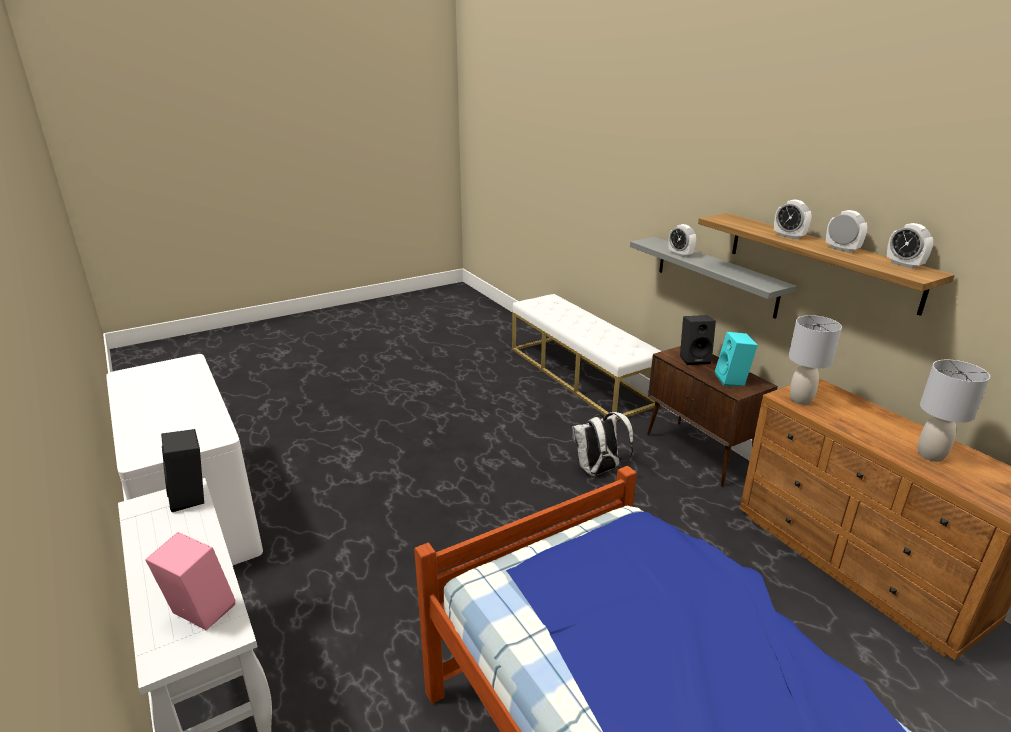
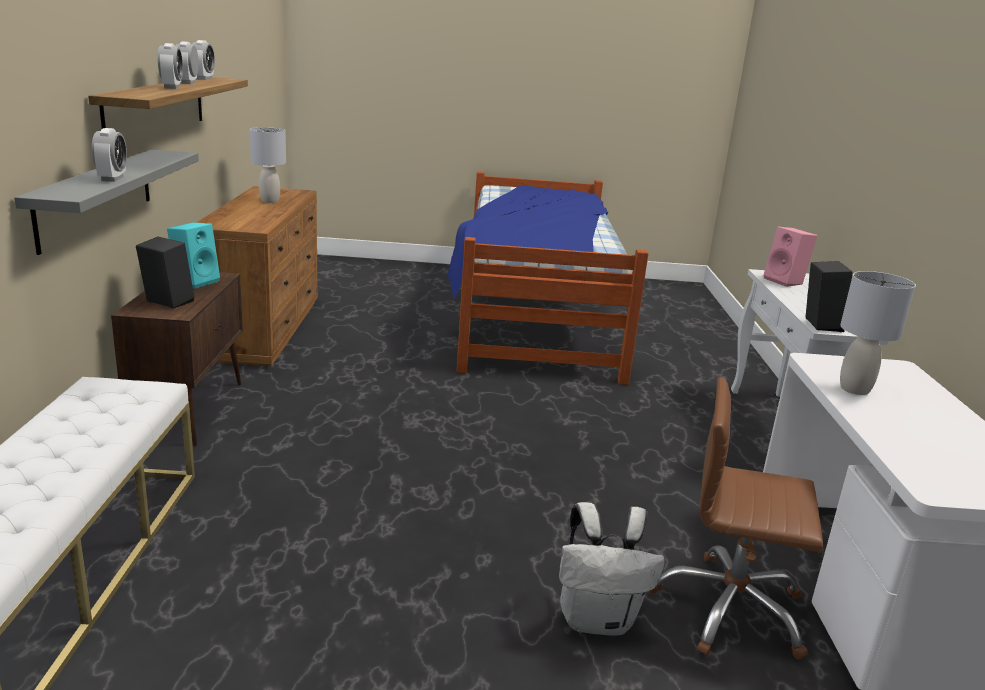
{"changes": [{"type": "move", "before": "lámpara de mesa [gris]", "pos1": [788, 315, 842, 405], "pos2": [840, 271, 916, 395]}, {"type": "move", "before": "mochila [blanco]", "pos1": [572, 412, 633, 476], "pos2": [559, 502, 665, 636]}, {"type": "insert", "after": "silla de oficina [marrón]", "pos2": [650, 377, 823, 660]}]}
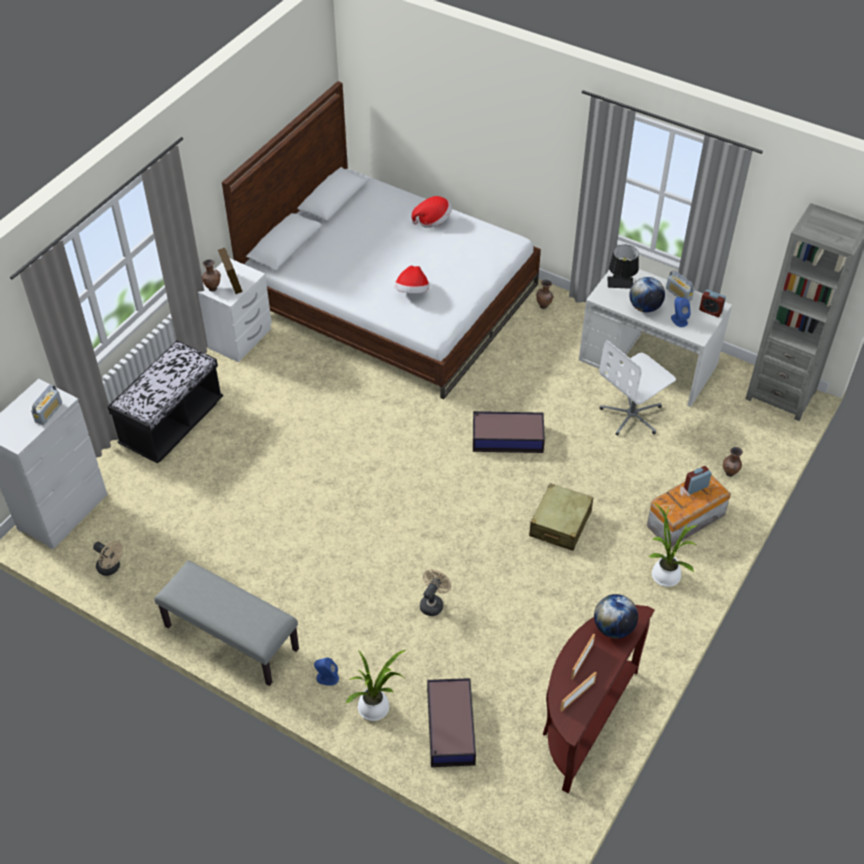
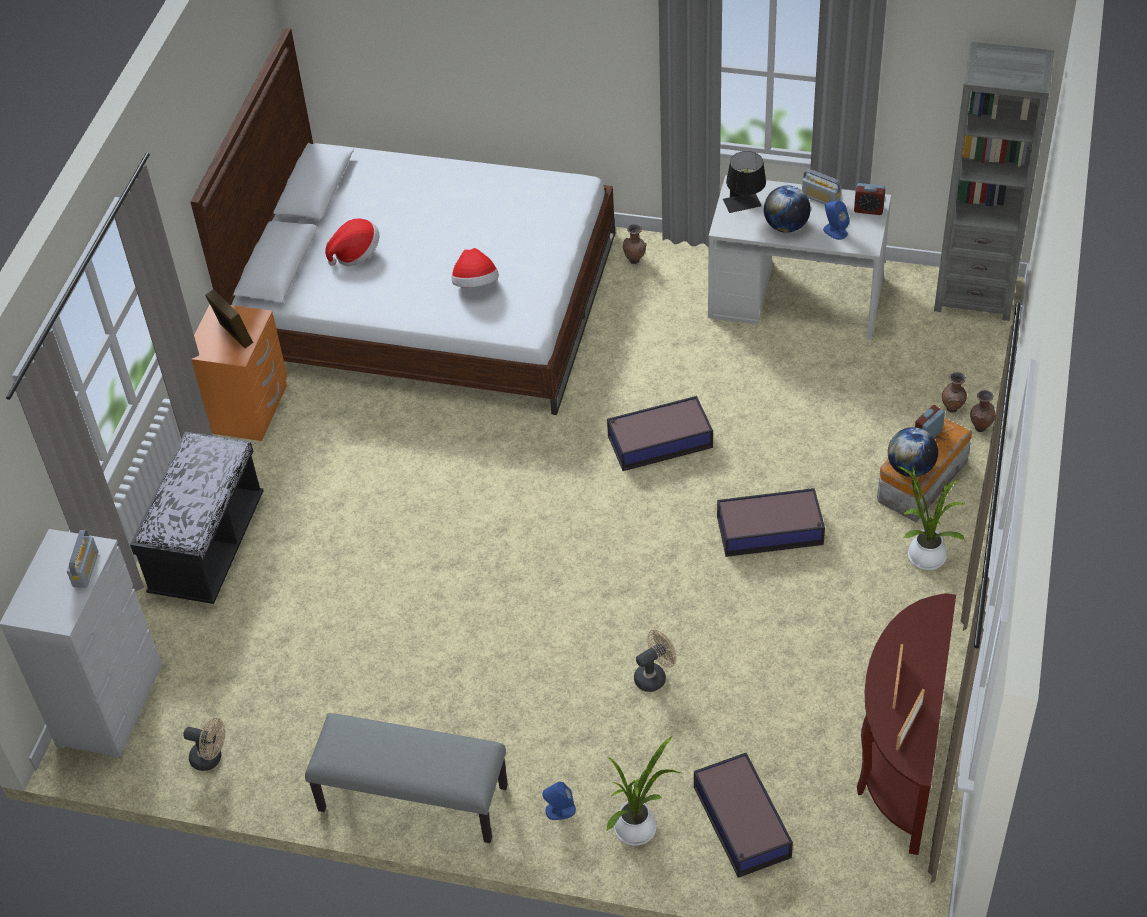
{"changes": [{"type": "move", "before": "sombrero", "pos1": [412, 196, 452, 228], "pos2": [325, 218, 379, 266]}, {"type": "recolor", "before": "mesita de noche [blanco]", "after": "mesita de noche [naranja]", "pos1": [198, 259, 272, 362], "pos2": [191, 305, 287, 441]}, {"type": "move", "before": "florero [marrón]", "pos1": [202, 259, 221, 292], "pos2": [970, 390, 995, 432]}, {"type": "delete", "before": "silla de oficina [blanco]", "pos1": [599, 340, 676, 436]}, {"type": "replace", "before": "maleta [beis]", "after": "caja de almacenaje", "pos1": [529, 483, 593, 551], "pos2": [717, 488, 825, 557]}, {"type": "rotate", "before": "ventilador [beis]", "pos1": [420, 569, 451, 616], "pos2": [634, 630, 676, 692], "turn": 45}, {"type": "move", "before": "globo terráqueo", "pos1": [594, 594, 638, 639], "pos2": [888, 427, 938, 477]}]}
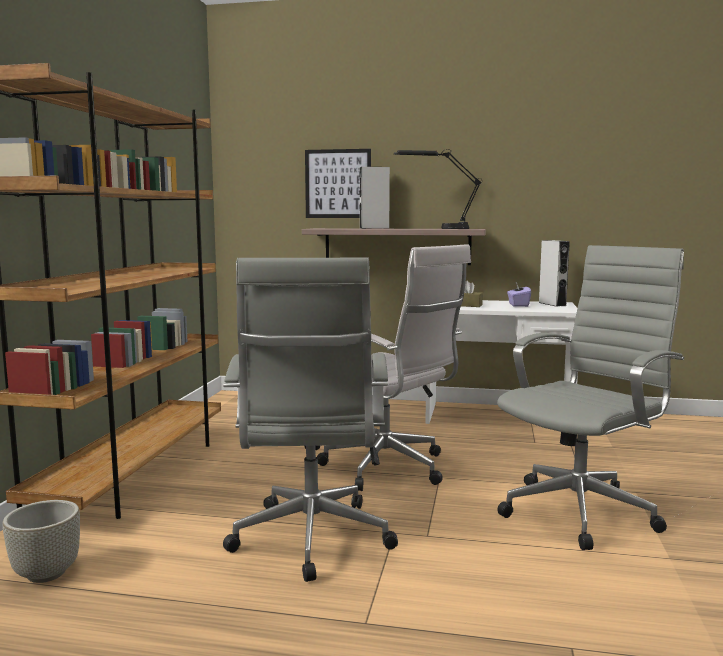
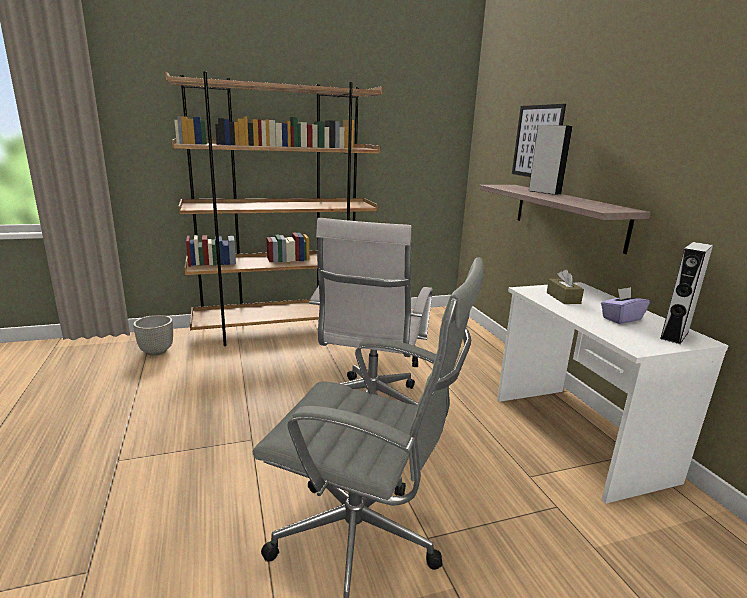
{"changes": [{"type": "delete", "before": "lámpara de mesa [negro]", "pos1": [394, 149, 482, 229]}, {"type": "delete", "before": "silla de oficina [gris]", "pos1": [223, 257, 398, 582]}]}
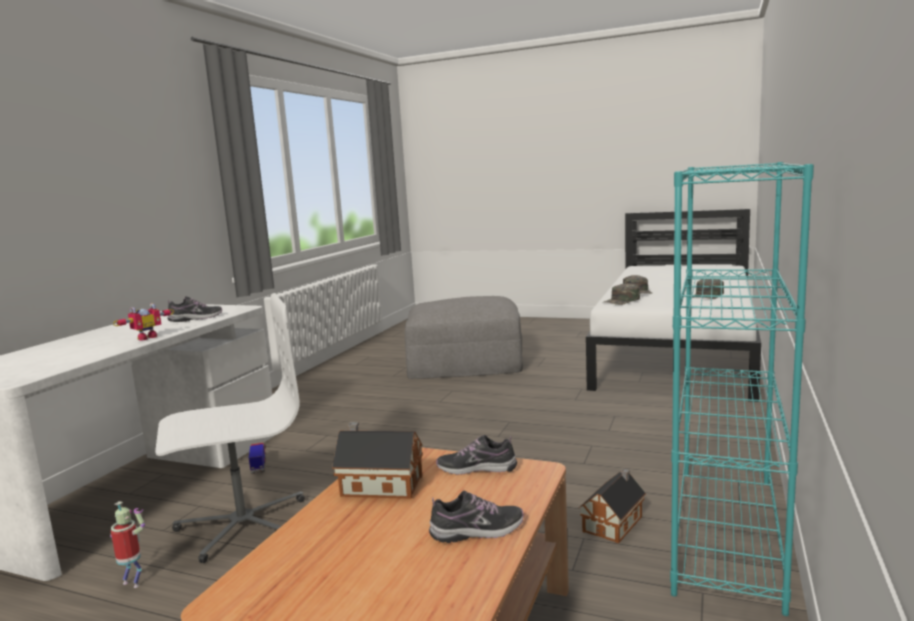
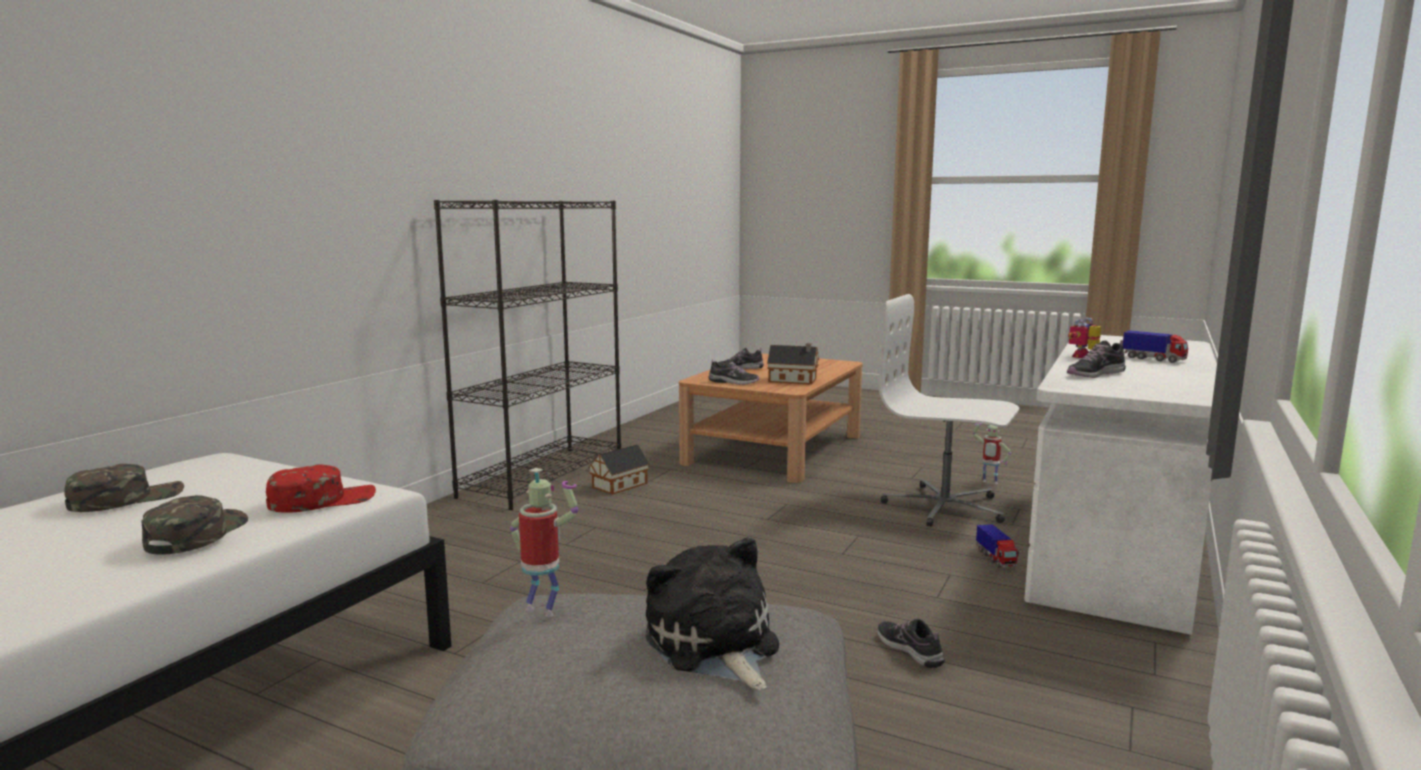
{"changes": [{"type": "recolor", "before": "estantería [turquesa]", "after": "estantería [negro]", "pos1": [670, 162, 814, 616], "pos2": [434, 200, 621, 510]}, {"type": "recolor", "before": "gorra [verde]", "after": "gorra [rojo]", "pos1": [604, 283, 640, 305], "pos2": [266, 464, 376, 513]}, {"type": "rotate", "before": "silla de oficina [blanco]", "pos1": [155, 293, 305, 563], "pos2": [879, 294, 1019, 527], "turn": 45}, {"type": "insert", "after": "camión de juguete", "pos2": [1123, 330, 1188, 363]}, {"type": "insert", "after": "robot de juguete", "pos2": [510, 468, 579, 617]}, {"type": "insert", "after": "peluche", "pos2": [645, 537, 779, 690]}, {"type": "insert", "after": "zapato", "pos2": [877, 619, 945, 668]}]}
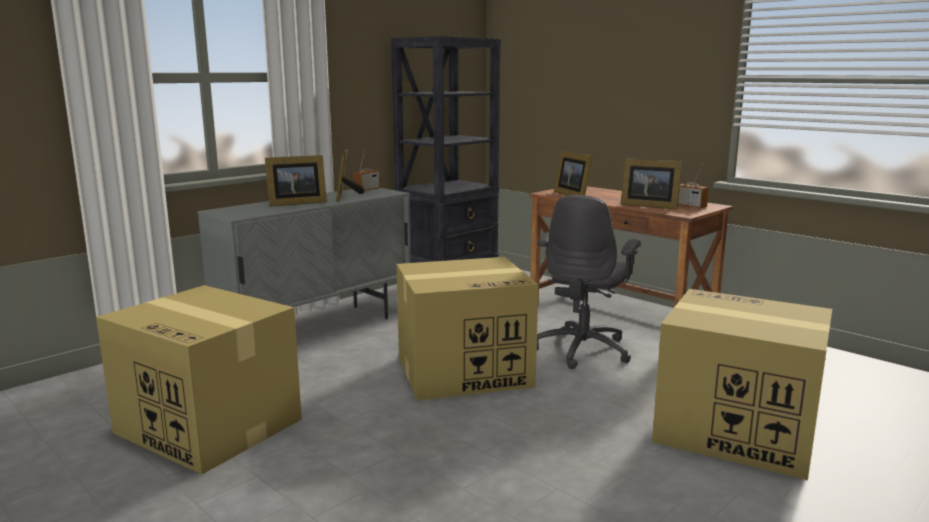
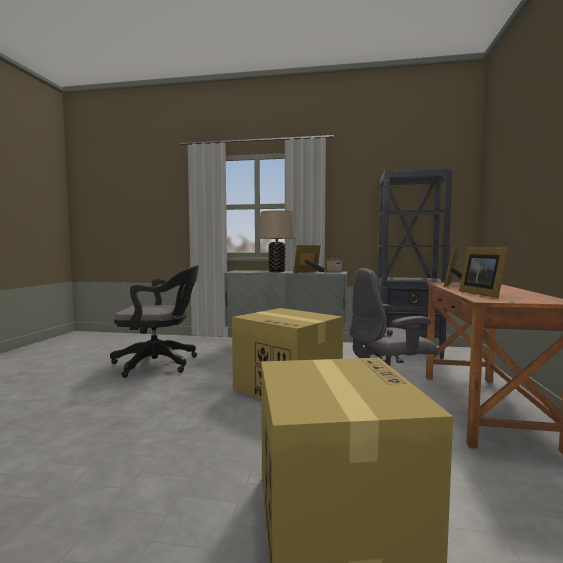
{"changes": [{"type": "replace", "before": "portarretratos", "after": "lámpara de mesa [beis]", "pos1": [265, 155, 327, 206], "pos2": [258, 211, 296, 272]}, {"type": "delete", "before": "radio", "pos1": [678, 164, 709, 209]}, {"type": "replace", "before": "caja de cartón", "after": "silla de oficina [negro]", "pos1": [96, 285, 302, 474], "pos2": [110, 265, 199, 378]}]}
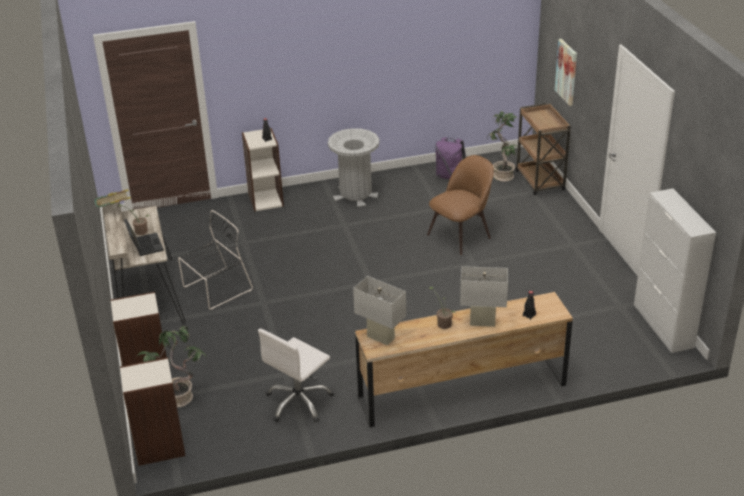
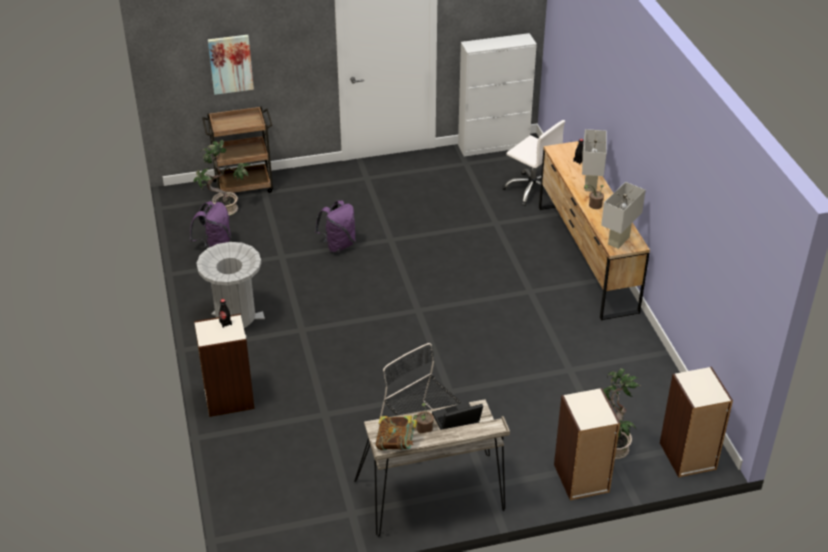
{"changes": [{"type": "replace", "before": "silla [marrón]", "after": "mochila [morado]", "pos1": [427, 155, 494, 255], "pos2": [315, 200, 356, 253]}, {"type": "move", "before": "silla de oficina [blanco]", "pos1": [258, 329, 334, 422], "pos2": [502, 120, 565, 206]}]}
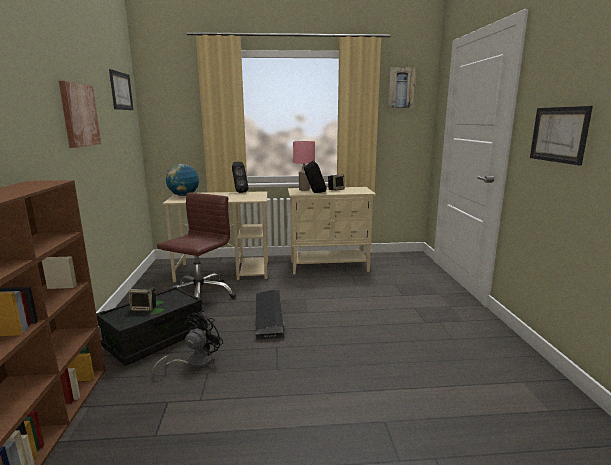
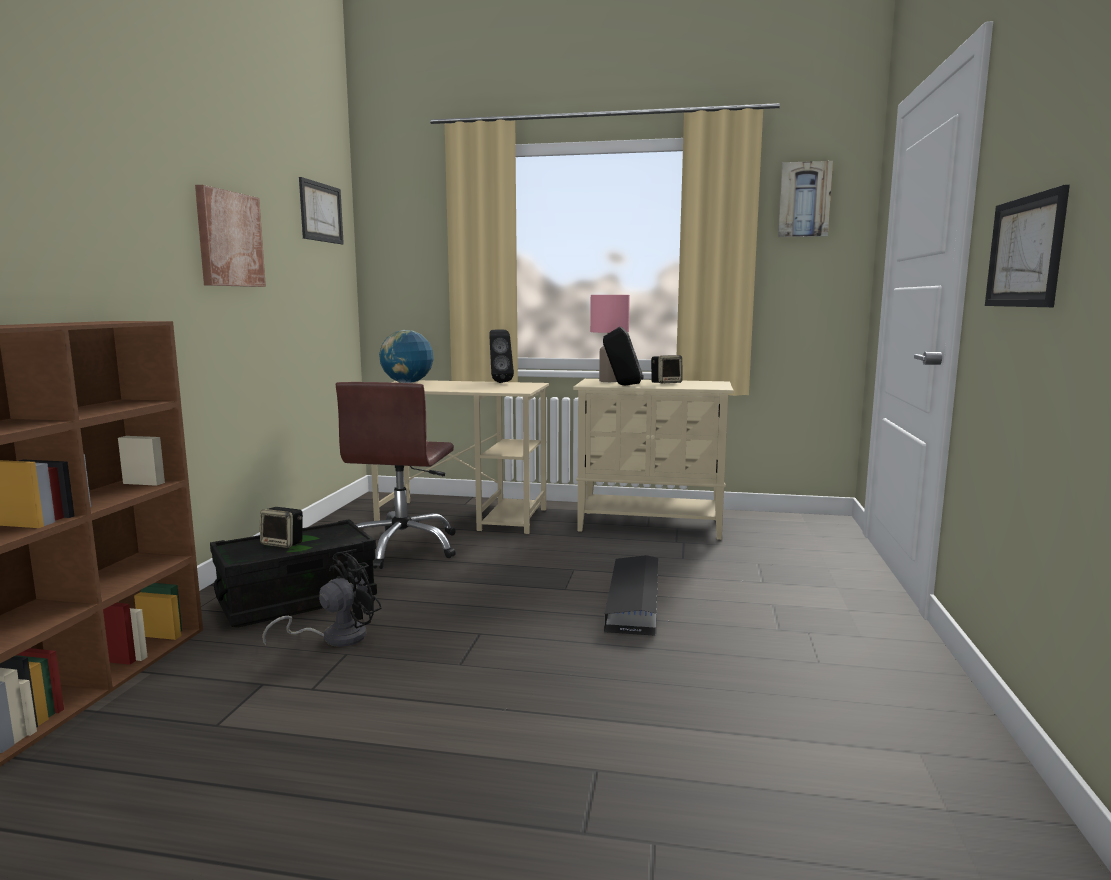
{"changes": [{"type": "rotate", "before": "silla de oficina [marrón]", "pos1": [157, 193, 236, 299], "pos2": [336, 382, 456, 569], "turn": 150}, {"type": "move", "before": "caja de almacenaje [negro]", "pos1": [256, 290, 284, 339], "pos2": [604, 555, 658, 636]}]}
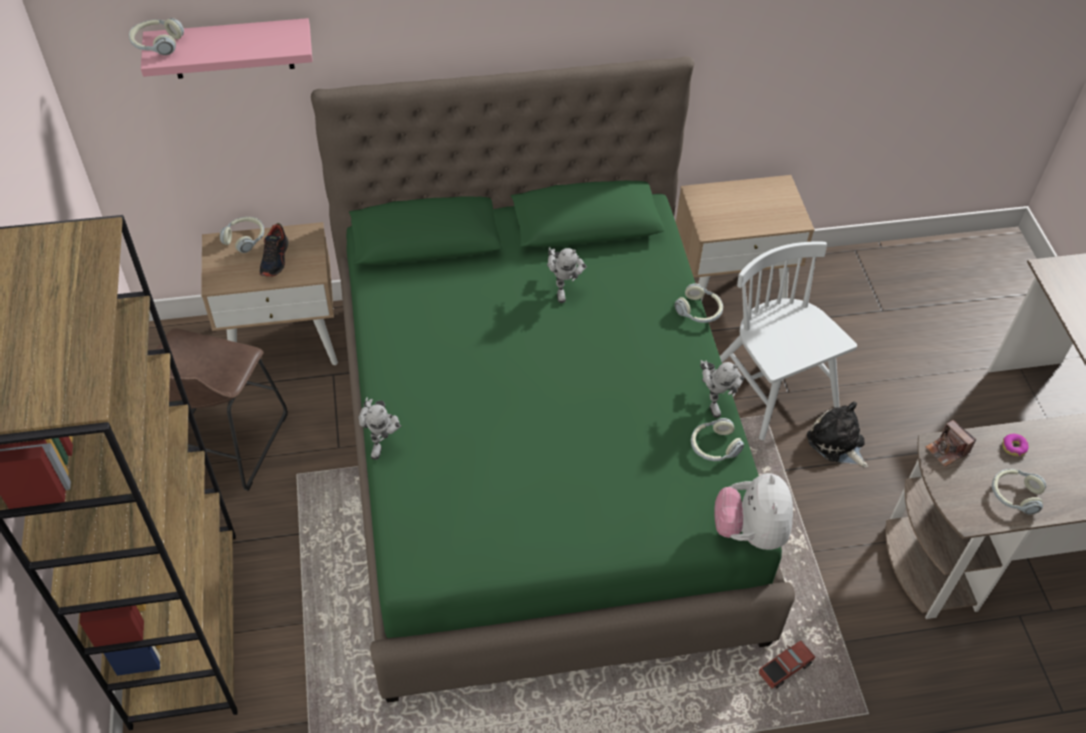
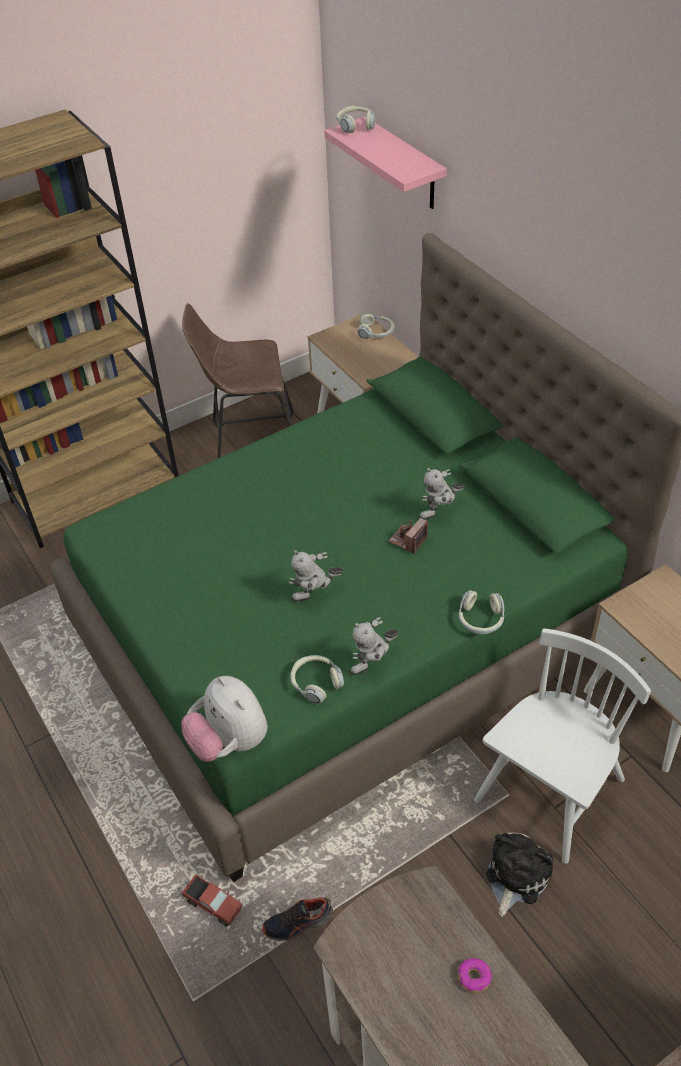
{"changes": [{"type": "move", "before": "zapato", "pos1": [259, 223, 288, 277], "pos2": [262, 898, 333, 941]}, {"type": "move", "before": "robot de juguete", "pos1": [358, 397, 401, 460], "pos2": [289, 550, 344, 602]}, {"type": "move", "before": "cámara", "pos1": [925, 420, 976, 467], "pos2": [388, 518, 428, 554]}, {"type": "delete", "before": "auriculares", "pos1": [992, 469, 1046, 514]}, {"type": "rotate", "before": "peluche", "pos1": [714, 473, 793, 550], "pos2": [181, 676, 268, 762], "turn": -105}]}
